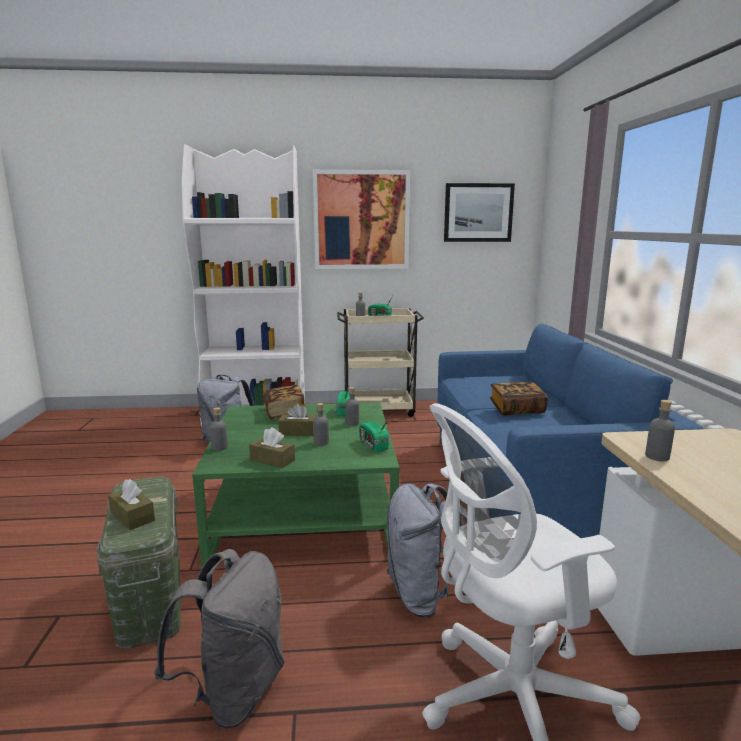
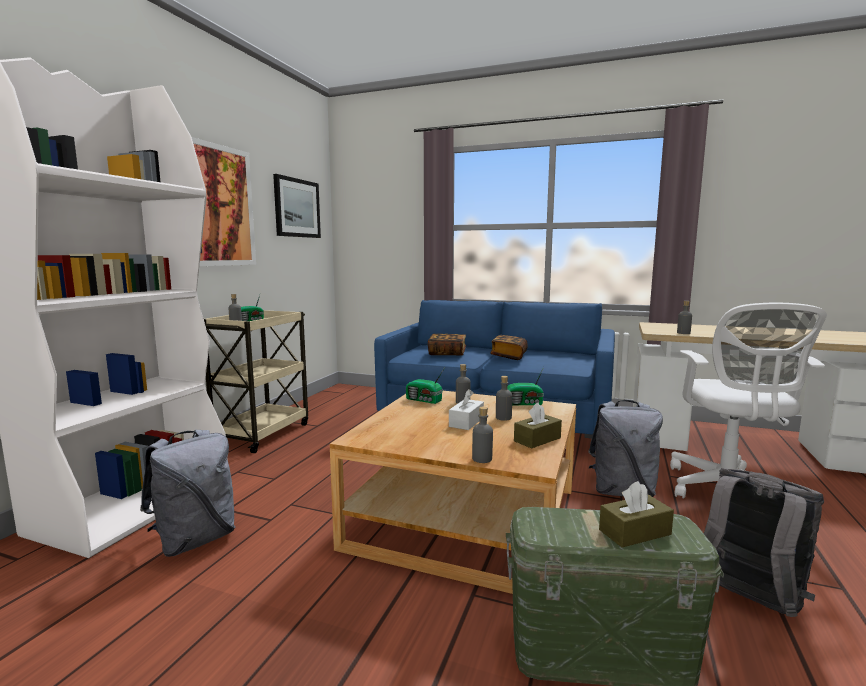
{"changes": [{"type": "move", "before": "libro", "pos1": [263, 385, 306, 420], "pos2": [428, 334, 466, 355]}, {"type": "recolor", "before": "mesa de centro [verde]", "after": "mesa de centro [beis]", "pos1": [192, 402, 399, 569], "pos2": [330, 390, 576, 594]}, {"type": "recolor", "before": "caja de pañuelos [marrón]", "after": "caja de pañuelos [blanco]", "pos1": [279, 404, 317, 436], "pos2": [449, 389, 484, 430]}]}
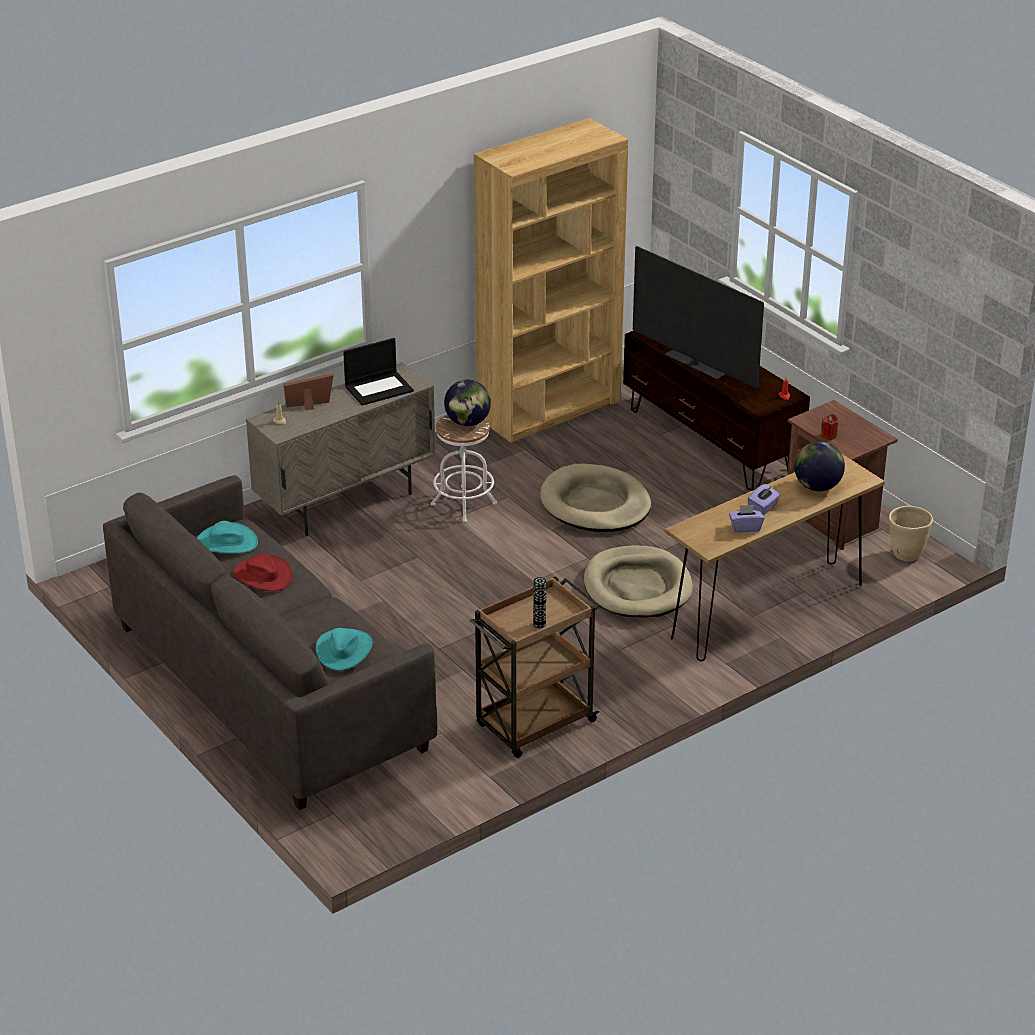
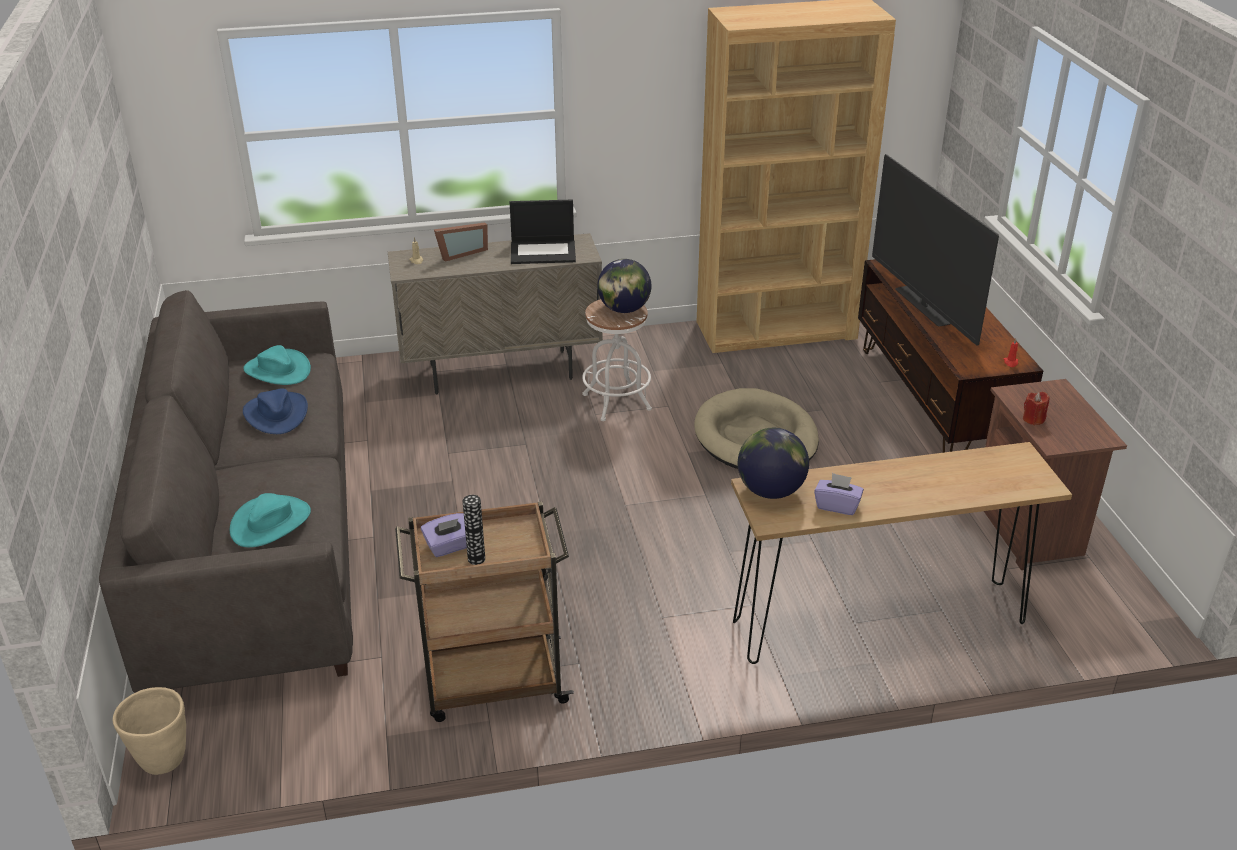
{"changes": [{"type": "rotate", "before": "portarretratos", "pos1": [283, 373, 334, 410], "pos2": [434, 222, 488, 262], "turn": 135}, {"type": "move", "before": "globo terráqueo", "pos1": [794, 441, 845, 491], "pos2": [738, 428, 809, 499]}, {"type": "move", "before": "caja de pañuelos [morado]", "pos1": [748, 484, 781, 515], "pos2": [421, 513, 467, 557]}, {"type": "move", "before": "maceta [beis]", "pos1": [889, 506, 933, 562], "pos2": [113, 687, 186, 775]}, {"type": "delete", "before": "cama para perro [beis]", "pos1": [584, 545, 693, 618]}, {"type": "recolor", "before": "sombrero [rojo]", "after": "sombrero [azul]", "pos1": [233, 553, 293, 591], "pos2": [243, 388, 308, 434]}]}
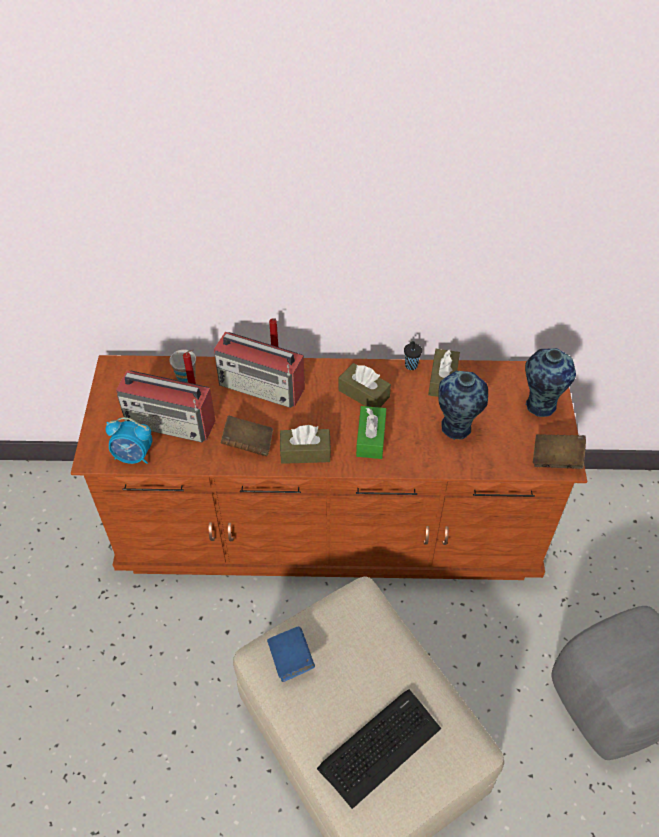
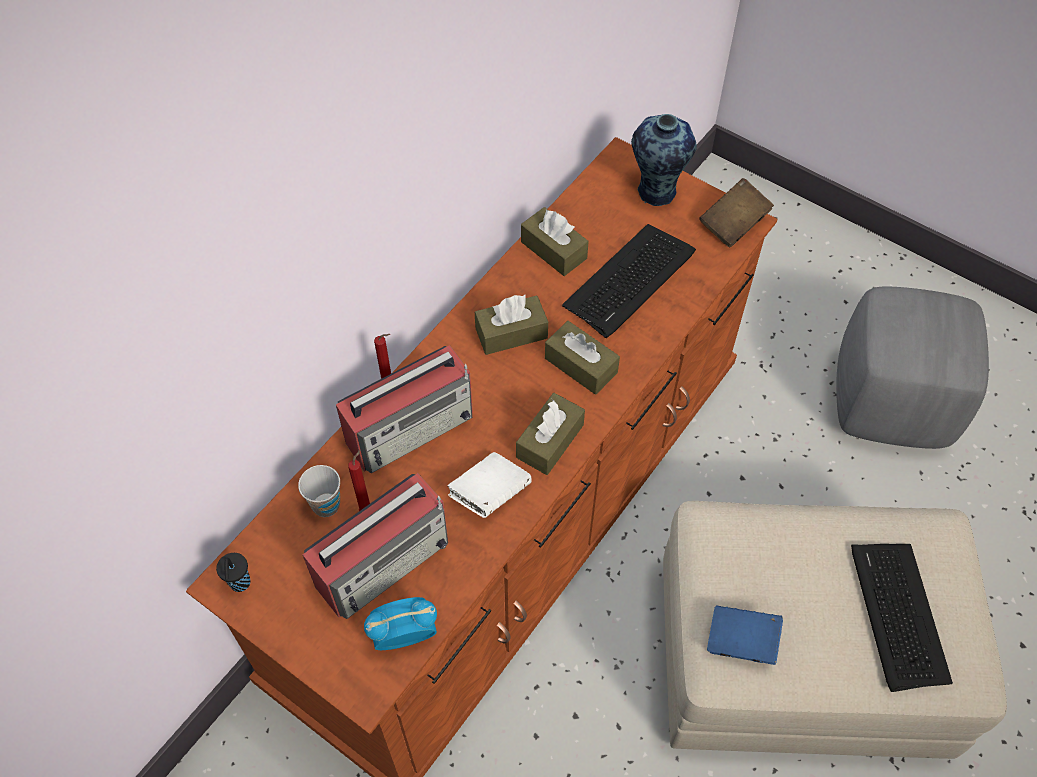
{"changes": [{"type": "move", "before": "taza [negro]", "pos1": [404, 341, 422, 370], "pos2": [216, 553, 251, 592]}, {"type": "replace", "before": "florero", "after": "teclado", "pos1": [438, 371, 488, 440], "pos2": [562, 224, 696, 338]}, {"type": "recolor", "before": "caja de pañuelos [verde]", "after": "caja de pañuelos [marrón]", "pos1": [356, 406, 386, 459], "pos2": [545, 321, 620, 395]}, {"type": "recolor", "before": "libro [marrón]", "after": "libro [blanco]", "pos1": [221, 415, 273, 456], "pos2": [448, 452, 532, 518]}, {"type": "rotate", "before": "despertador", "pos1": [106, 417, 152, 464], "pos2": [364, 597, 437, 650], "turn": -150}]}
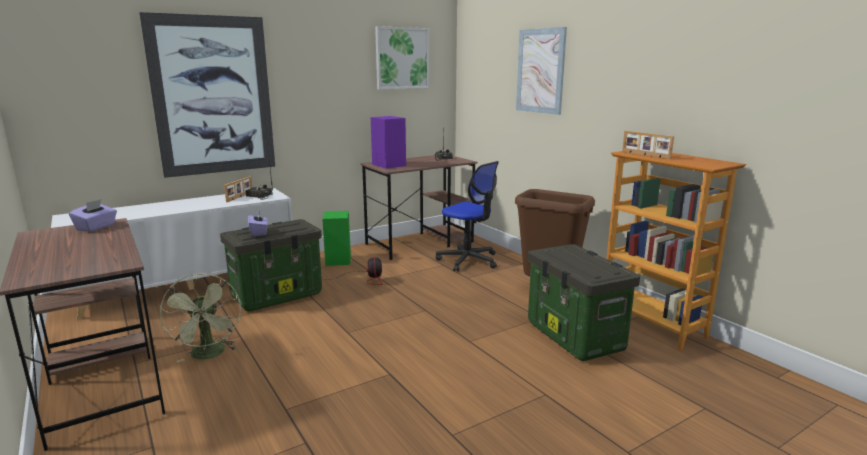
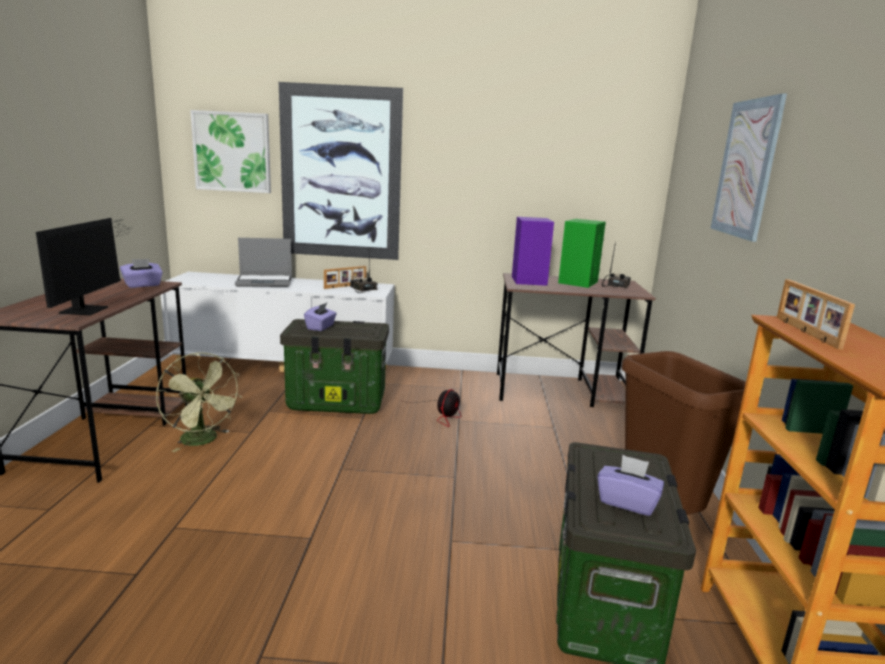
{"changes": [{"type": "move", "before": "cuadro", "pos1": [375, 26, 429, 90], "pos2": [190, 110, 271, 193]}, {"type": "delete", "before": "silla de oficina", "pos1": [436, 161, 499, 272]}, {"type": "move", "before": "altavoz [verde]", "pos1": [322, 211, 351, 266], "pos2": [558, 219, 606, 288]}, {"type": "rotate", "before": "ventilador [verde]", "pos1": [160, 273, 241, 363], "pos2": [156, 352, 242, 452], "turn": -60}, {"type": "insert", "after": "monitor", "pos2": [36, 218, 129, 315]}, {"type": "insert", "after": "portátil", "pos2": [235, 238, 292, 287]}, {"type": "insert", "after": "caja de pañuelos [morado]", "pos2": [597, 455, 664, 516]}]}
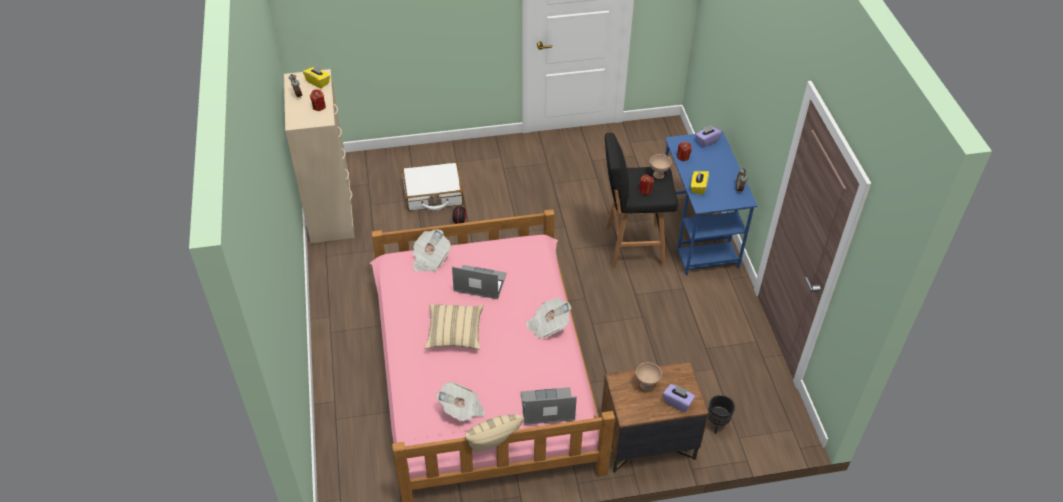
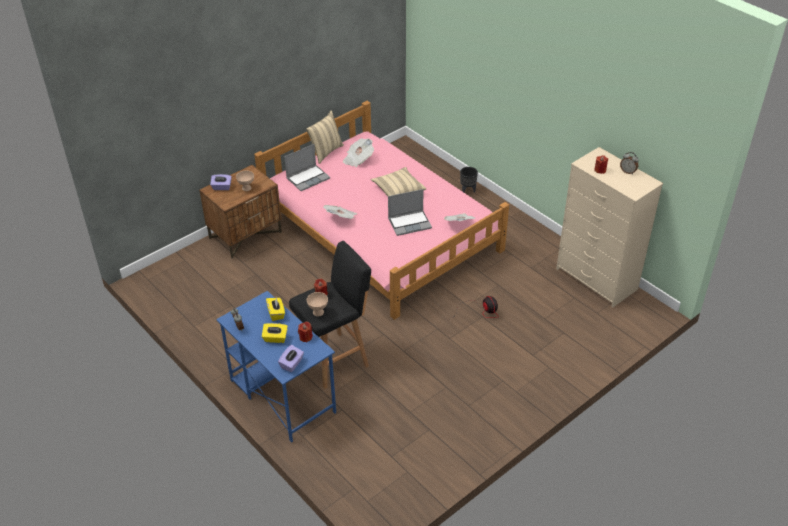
{"changes": [{"type": "move", "before": "caja de pañuelos [amarillo]", "pos1": [303, 64, 330, 88], "pos2": [262, 323, 288, 343]}, {"type": "delete", "before": "maleta [blanco]", "pos1": [402, 162, 463, 211]}, {"type": "move", "before": "maceta [negro]", "pos1": [708, 395, 735, 434], "pos2": [460, 167, 478, 193]}]}
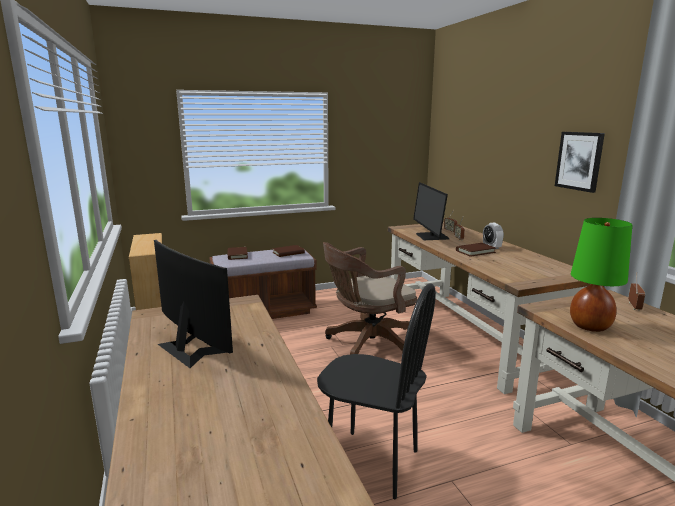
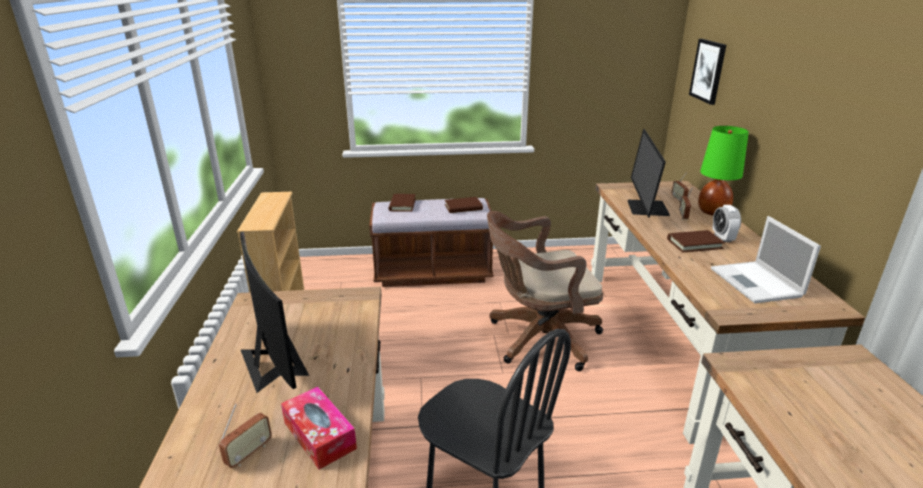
{"changes": [{"type": "move", "before": "cuadro", "pos1": [555, 132, 605, 193], "pos2": [689, 39, 726, 105]}, {"type": "move", "before": "lámpara de mesa [verde]", "pos1": [570, 218, 632, 332], "pos2": [698, 126, 749, 215]}, {"type": "move", "before": "radio", "pos1": [628, 272, 645, 311], "pos2": [219, 404, 272, 468]}, {"type": "insert", "after": "portátil", "pos2": [711, 216, 821, 303]}, {"type": "insert", "after": "caja de pañuelos", "pos2": [281, 387, 357, 469]}]}
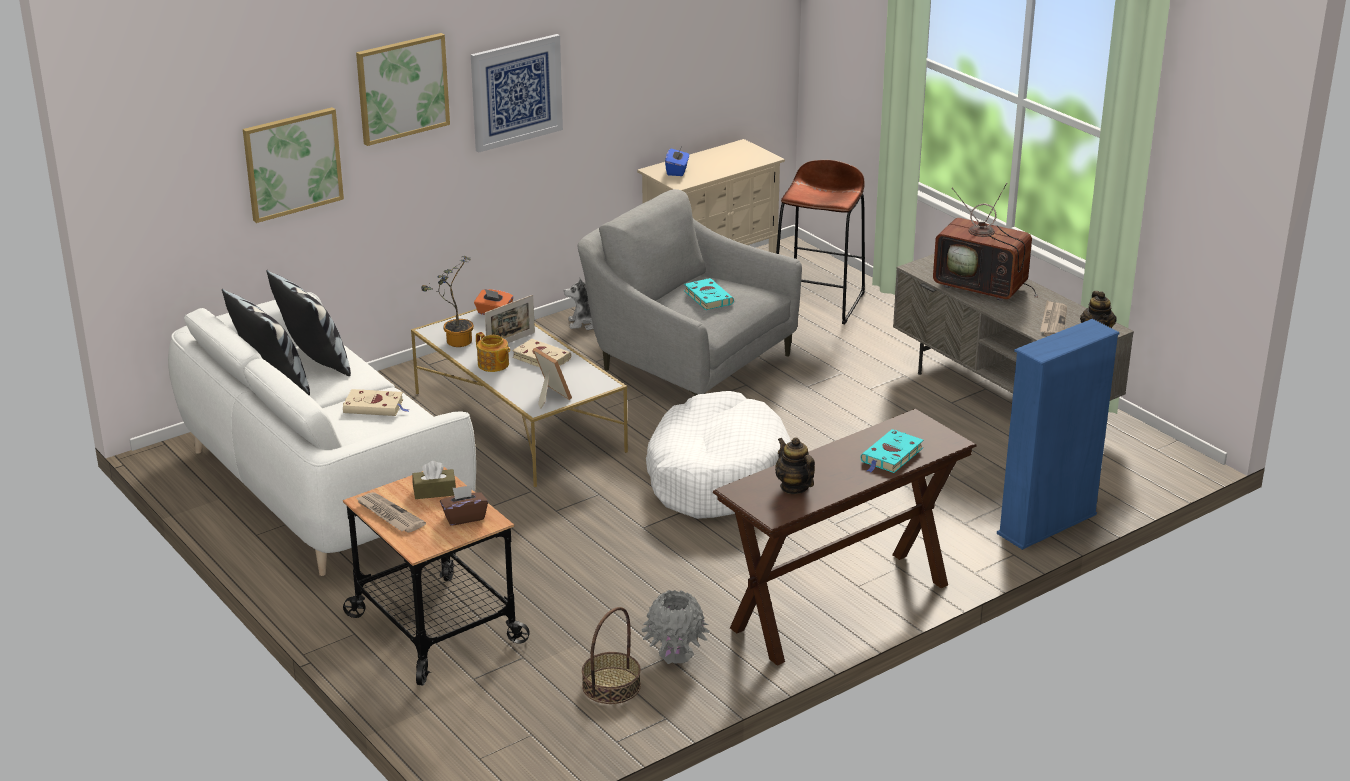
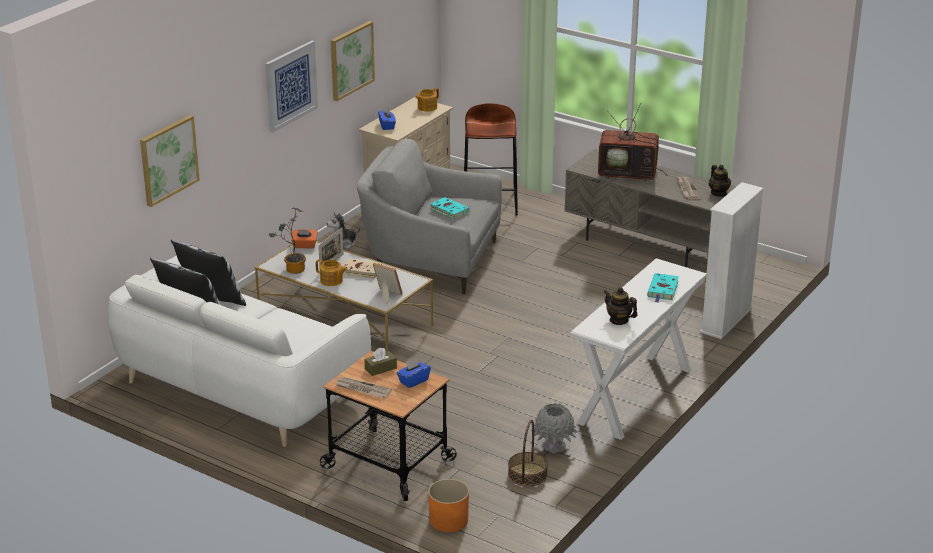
{"changes": [{"type": "move", "before": "cuadro", "pos1": [356, 33, 450, 146], "pos2": [331, 21, 375, 101]}, {"type": "recolor", "before": "estantería [azul]", "after": "estantería [blanco]", "pos1": [997, 319, 1120, 550], "pos2": [700, 182, 764, 339]}, {"type": "delete", "before": "libro [beis]", "pos1": [343, 389, 410, 416]}, {"type": "delete", "before": "cama para perro [blanco]", "pos1": [646, 391, 791, 519]}, {"type": "recolor", "before": "mesa consola [marrón]", "after": "mesa consola [blanco]", "pos1": [713, 409, 977, 666], "pos2": [570, 258, 707, 440]}, {"type": "recolor", "before": "caja de pañuelos [marrón]", "after": "caja de pañuelos [azul]", "pos1": [440, 485, 488, 526], "pos2": [397, 358, 431, 388]}, {"type": "insert", "after": "tetera", "pos2": [415, 88, 439, 112]}, {"type": "insert", "after": "maceta [naranja]", "pos2": [428, 479, 469, 532]}]}
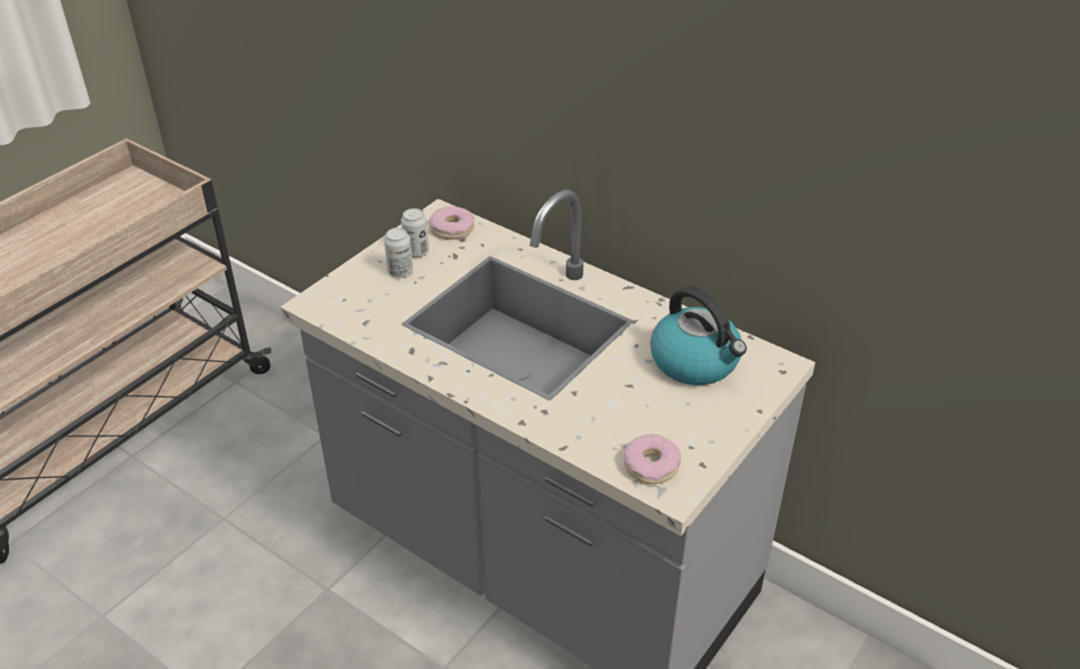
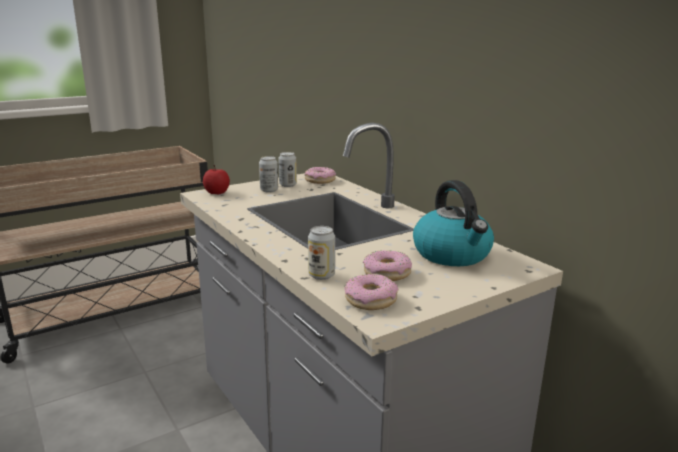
{"changes": [{"type": "insert", "after": "manzana", "pos2": [203, 165, 230, 194]}, {"type": "insert", "after": "lata", "pos2": [308, 226, 335, 280]}, {"type": "insert", "after": "rosquilla", "pos2": [363, 250, 412, 281]}]}
